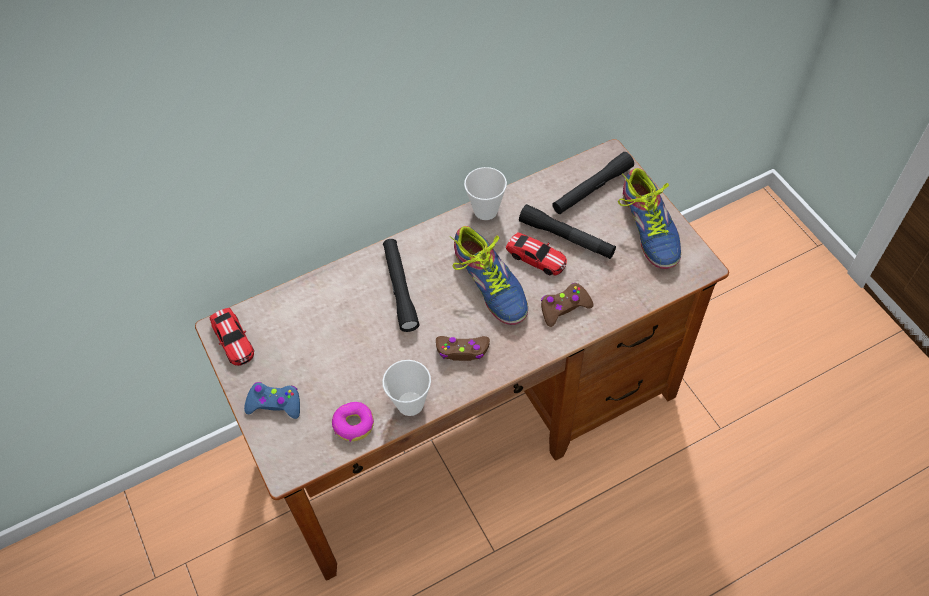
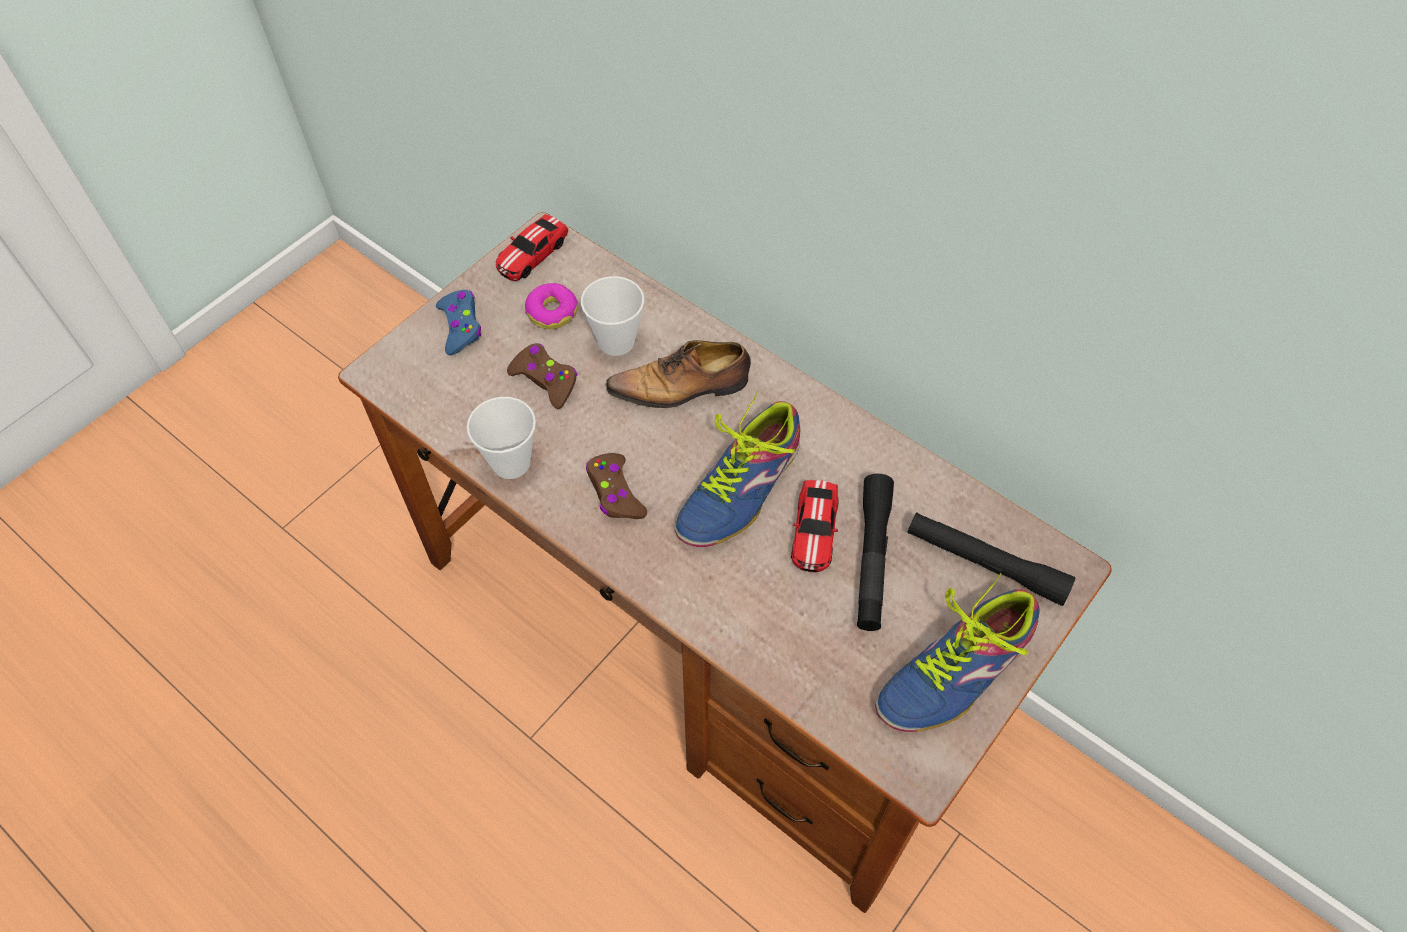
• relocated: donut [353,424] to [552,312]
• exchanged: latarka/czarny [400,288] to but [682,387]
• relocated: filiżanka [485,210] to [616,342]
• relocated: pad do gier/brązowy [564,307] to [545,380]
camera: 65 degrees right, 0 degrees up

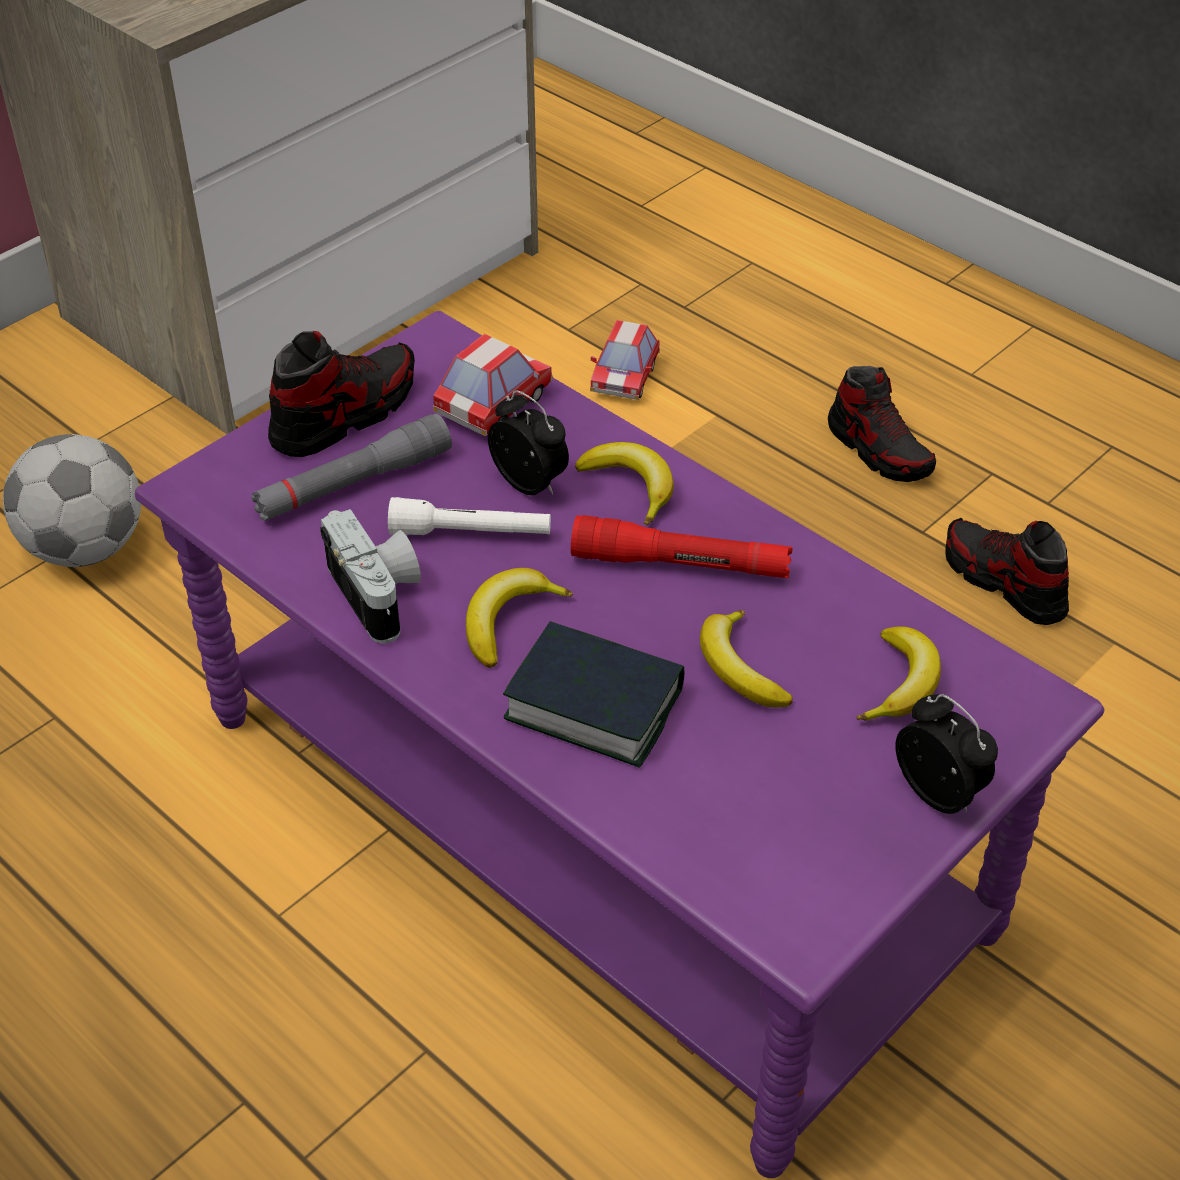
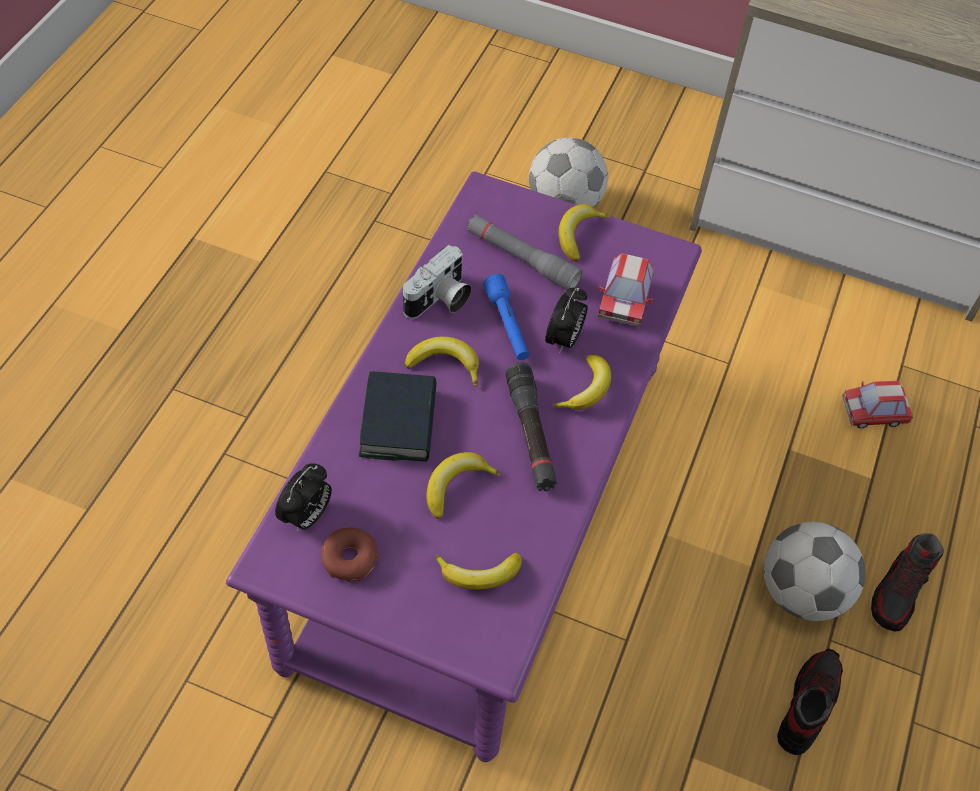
• exchanged: but [344,414] to banan [577,235]
• colour: latarka/biały [471,533] to latarka/niebieski [507,325]
• spun: samochodzik [494,405] = [624,300] 90 degrees clockwise
• colour: latarka/czerwony [680,564] to latarka/czarny [530,433]
• relocated: budzik [940,793] to [306,516]
• appeared: donut [350,558]
• appeared: piłka futbolowa [801,592]
camera: 65 degrees right, 10 degrees up

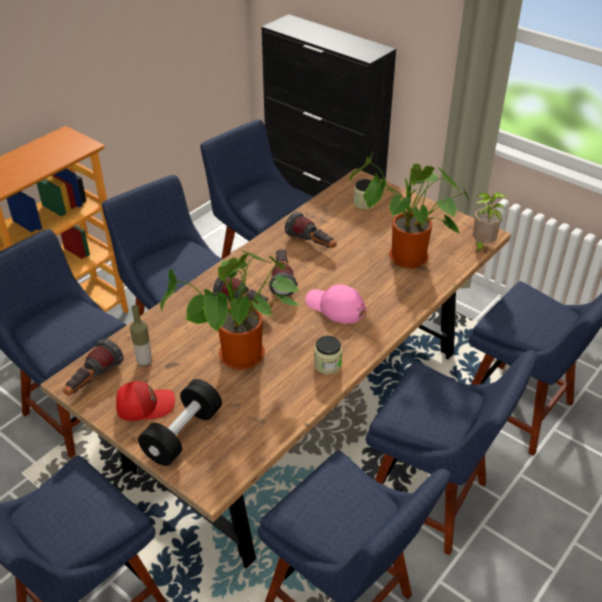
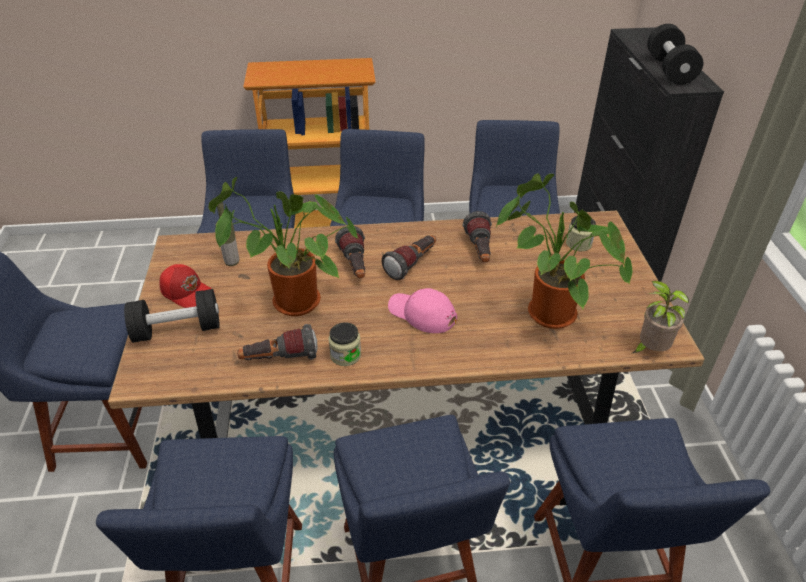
• relocated: latarka [93,381] to [280,359]
• spun: czapka z daszkiem/różowy [335,307] = [422,314] 45 degrees counterclockwise
• appeared: hantel/czarny [669,70]
camera: 45 degrees right, 0 degrees up

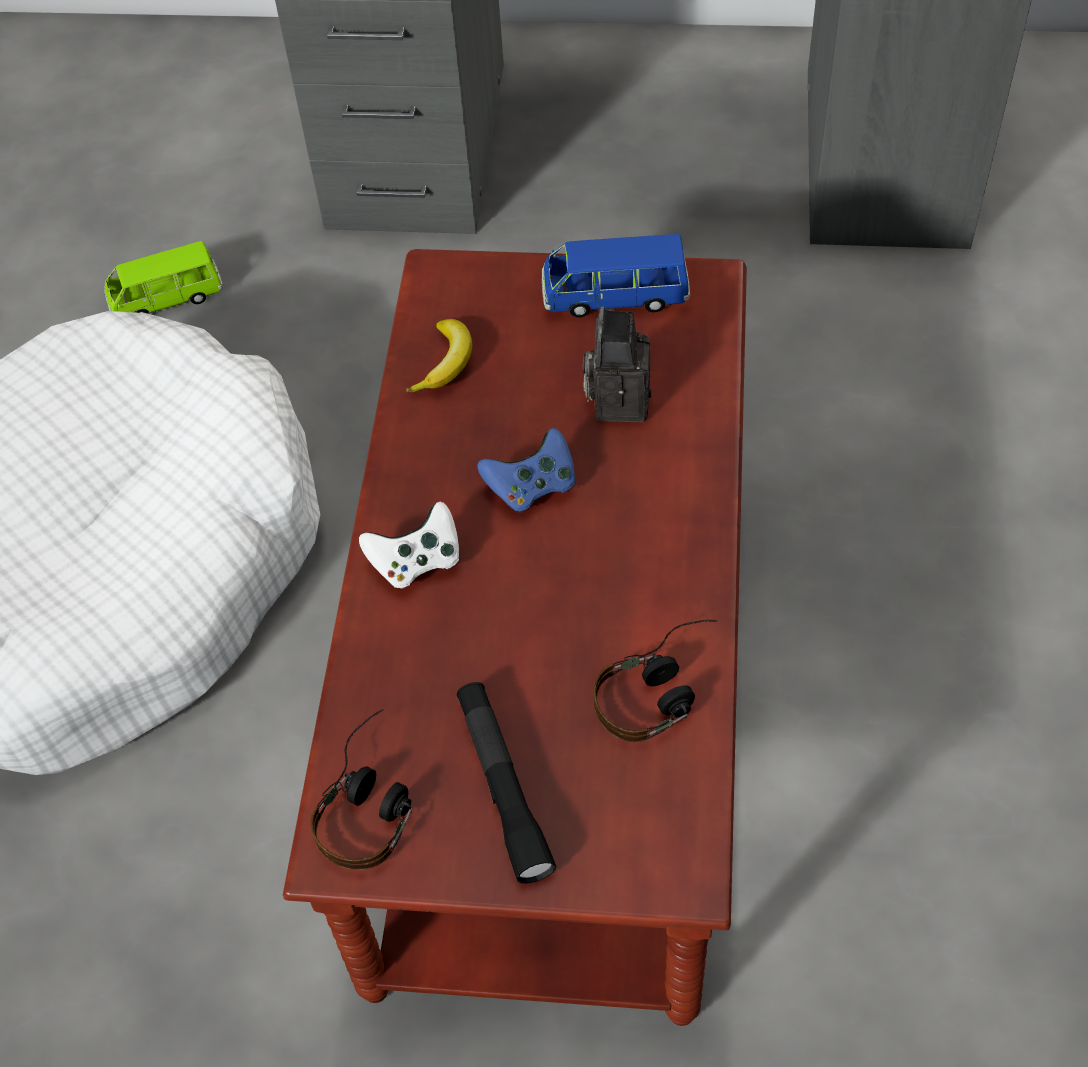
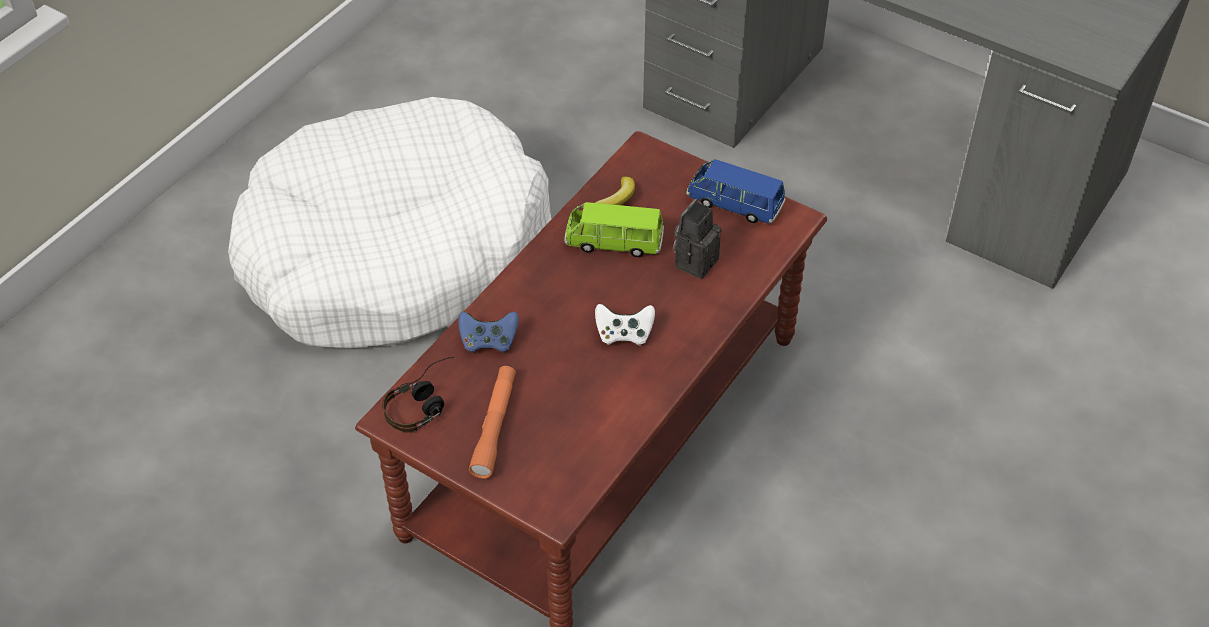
• relocated: samochodzik/zielony [167,298] to [614,242]
• relocated: pad do gier/biały [416,562] to [624,334]
• colour: latarka/czarny [503,787] to latarka/pomarańczowy [495,427]
• relocated: pad do gier/niebieski [532,487] to [488,341]
• missing: słuchawki [662,691]
camera: 25 degrees right, 5 degrees down

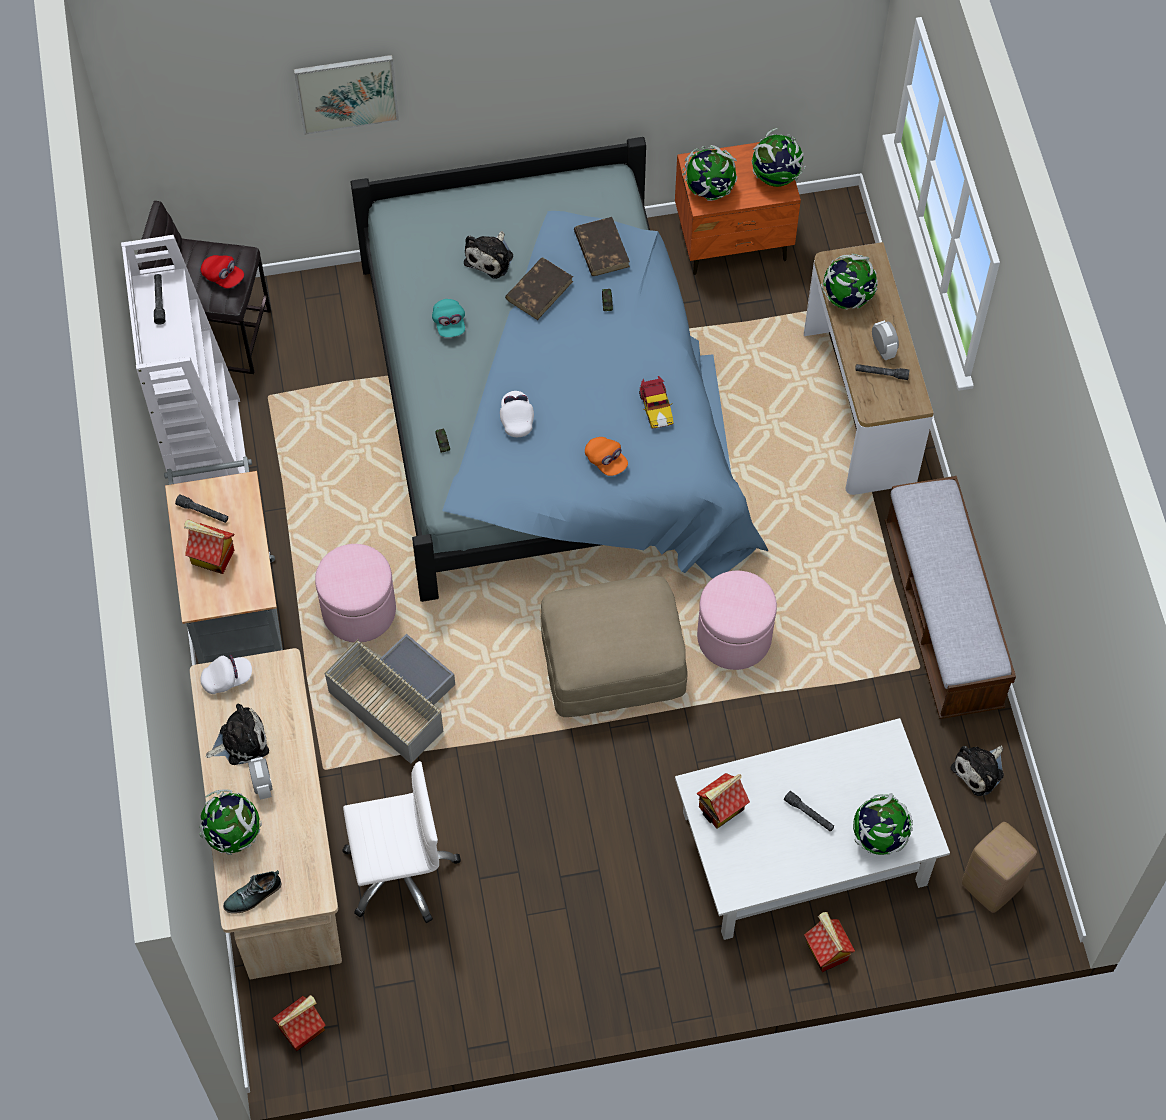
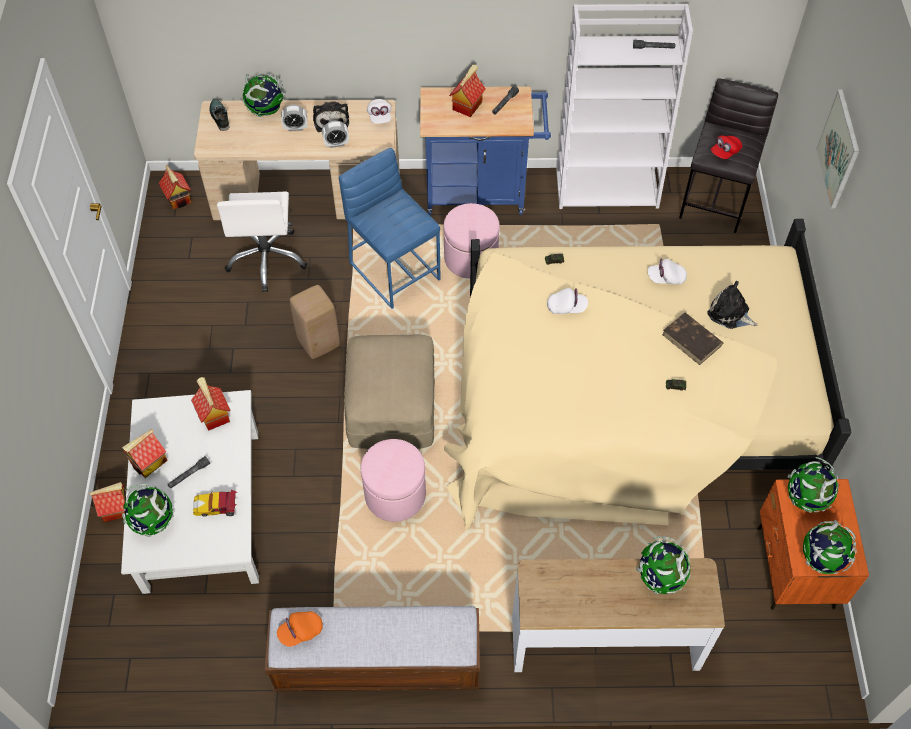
• colour: wózek/szary [238,613] to wózek/niebieski [482,193]
• exchanged: pojemnik do przechowywania/szary [394,700] to stołek/niebieski [395,270]
• colour: łóżko/niebieski [551,412] to łóżko/beżowy [624,399]
• colour: czapka z daszkiem/turkusowy [449,323] to czapka z daszkiem/biały [666,278]
• missing: książka/brązowy [601,248]
• relocated: czapka z daszkiem/pomarańczowy [606,461] to [300,631]
• relocated: samochodzik [656,407] to [217,507]
• missing: latarka/szary [881,374]
• relocated: budzik [882,349] to [336,144]
• missing: pluszak [980,770]
• relocated: stołek/beżowy [992,885] to [318,343]
• appeared: domek [149,462]
camera: 100 degrees right, 5 degrees down

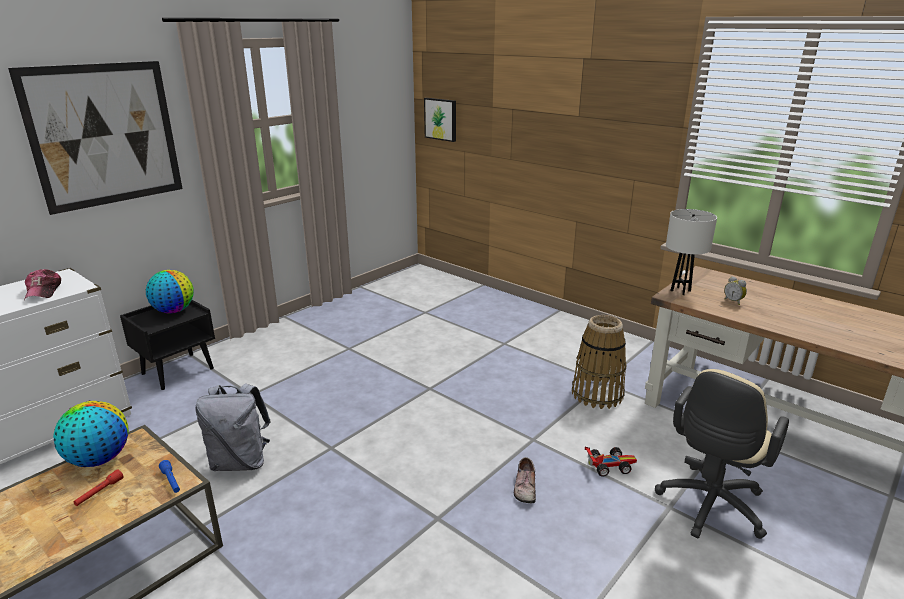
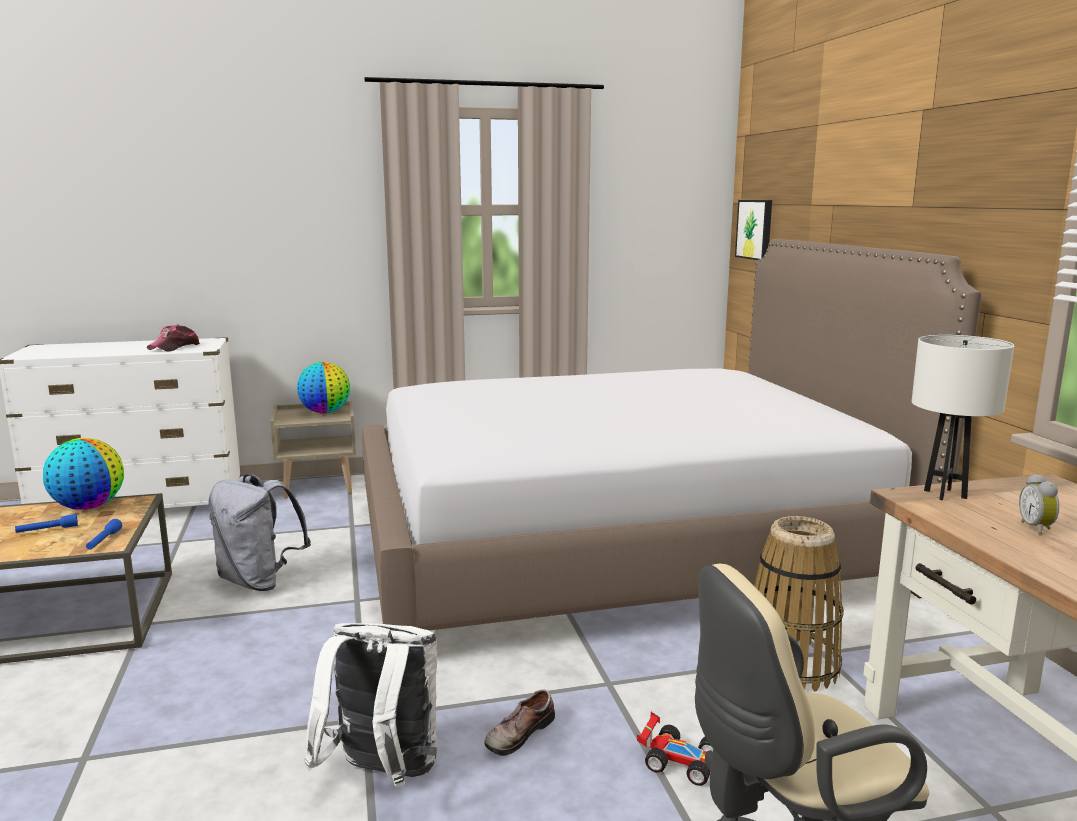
• missing: obraz [105,135]
• colour: latarka/czerwony [99,492] to latarka/niebieski [47,530]
• colour: szafka nocna/czarny [178,371] to szafka nocna/beżowy [319,486]
• appeared: plecak/biały [382,775]
• appeared: łóżko [620,548]
camera: 35 degrees right, 10 degrees down

